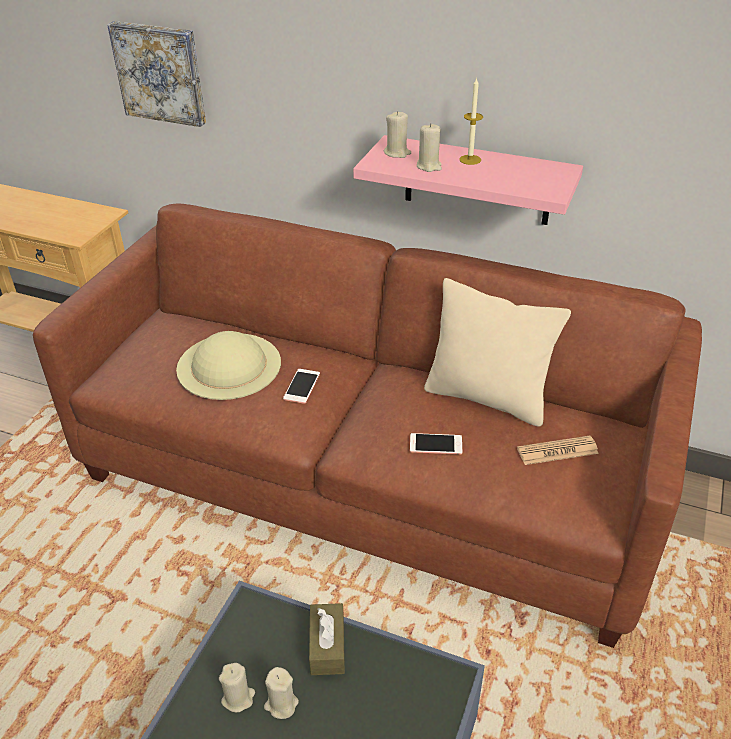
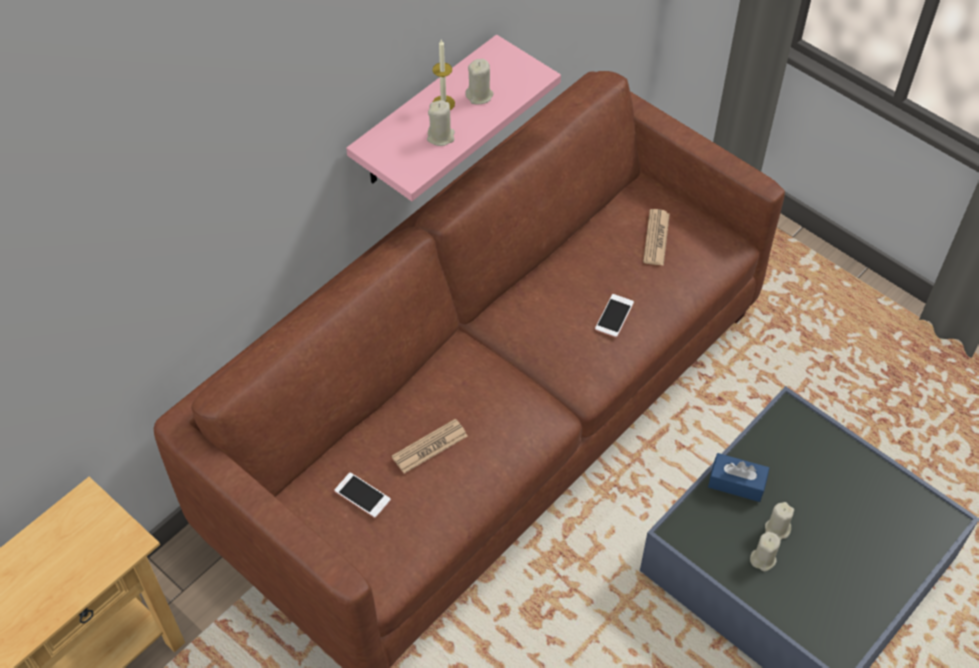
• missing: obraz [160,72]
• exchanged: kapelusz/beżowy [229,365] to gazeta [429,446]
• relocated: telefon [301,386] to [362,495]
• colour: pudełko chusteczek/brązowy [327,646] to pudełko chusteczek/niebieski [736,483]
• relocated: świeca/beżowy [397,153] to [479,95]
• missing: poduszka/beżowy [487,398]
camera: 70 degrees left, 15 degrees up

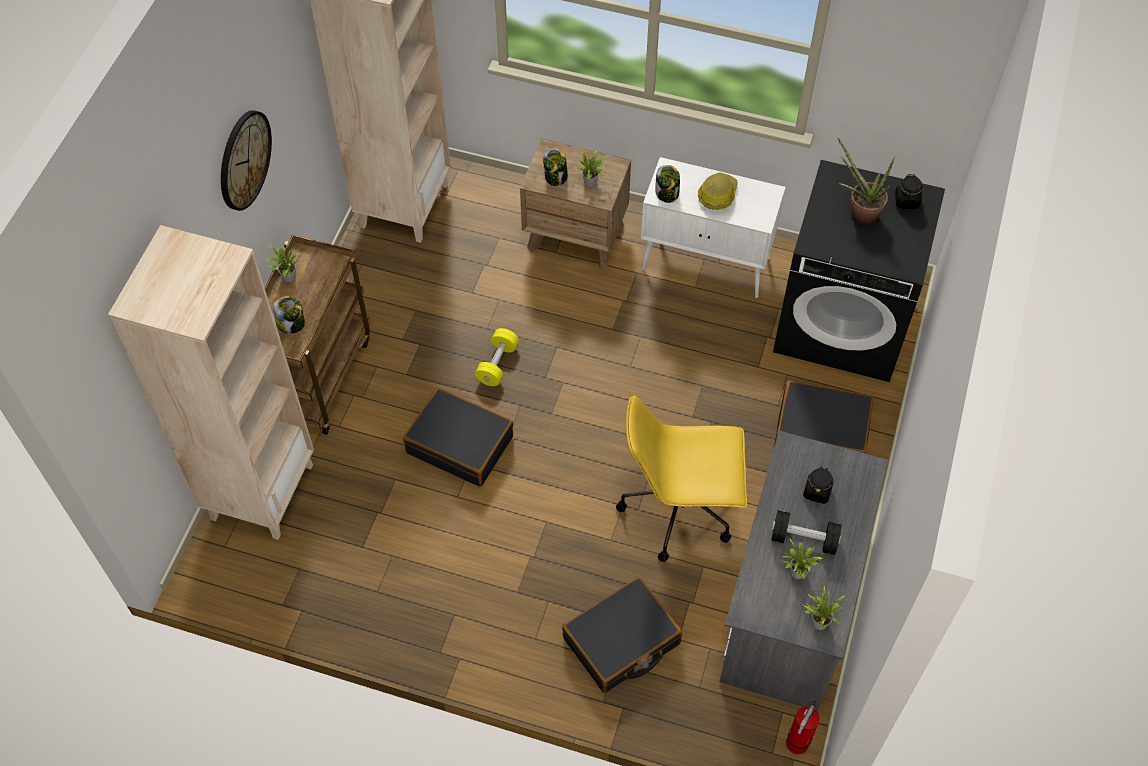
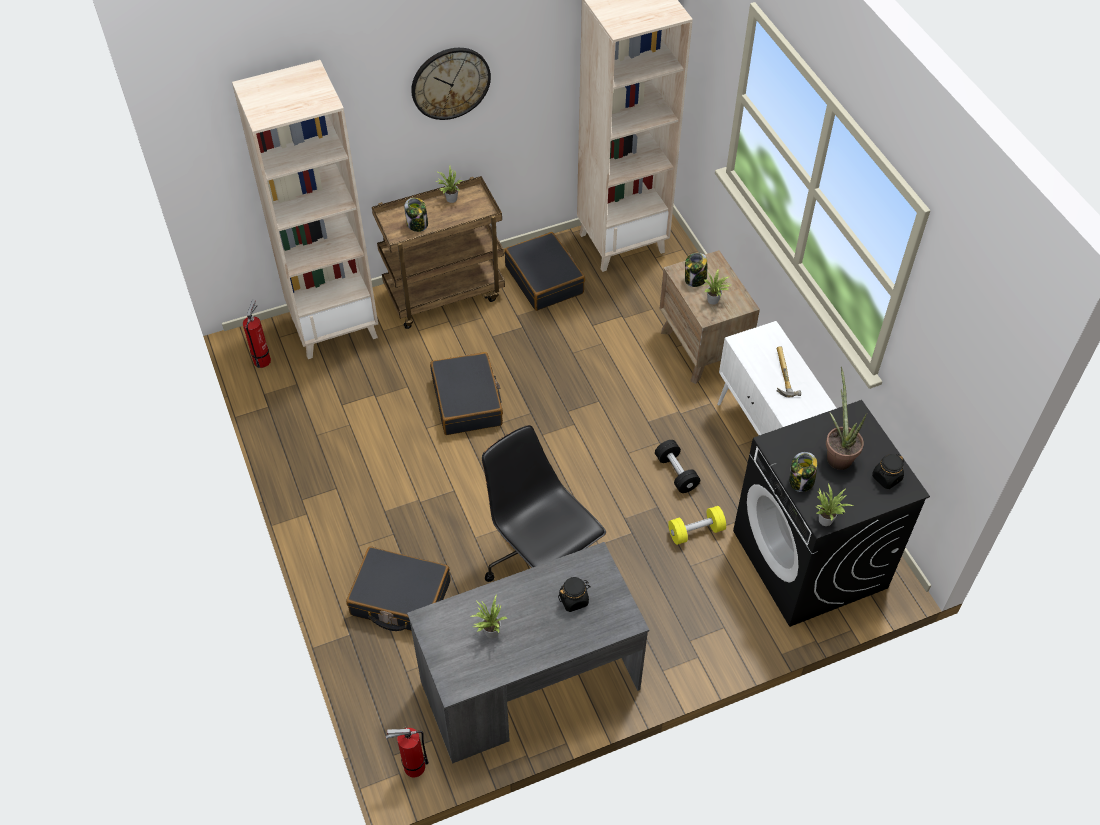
• relocated: hantel/żółty [497,364] to [696,531]
• colour: krzesło biurowe/żółty [680,508] to krzesło biurowe/czarny [540,562]
• relocated: słoik [667,193] to [801,481]
• exchanged: kask [717,195] to młotek [781,374]
• relocated: hantel/czarny [804,539] to [676,473]
• relocated: walizka/czarny [821,431] to [544,279]
• relocated: roślina doniczkowa [818,621] to [825,518]
• appeared: gaśnica [263,359]
camera: 50 degrees right, 5 degrees down

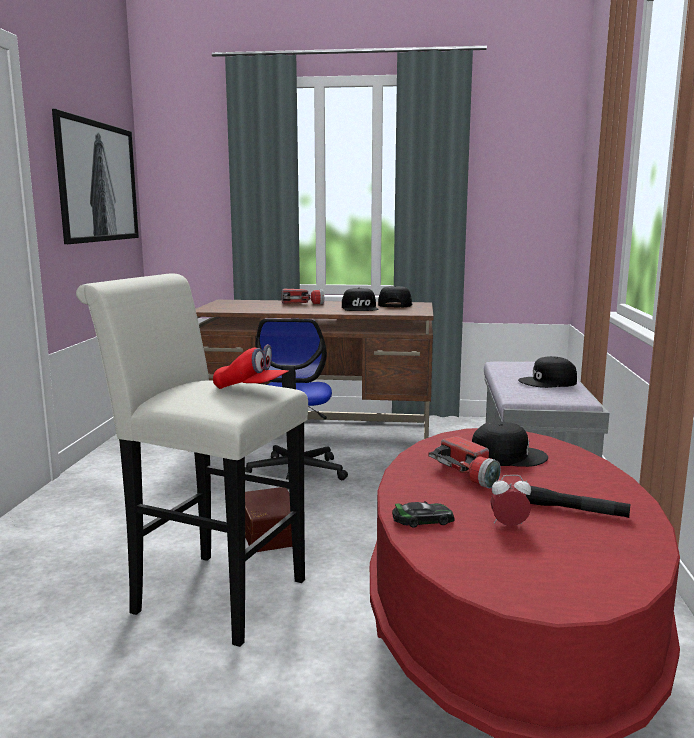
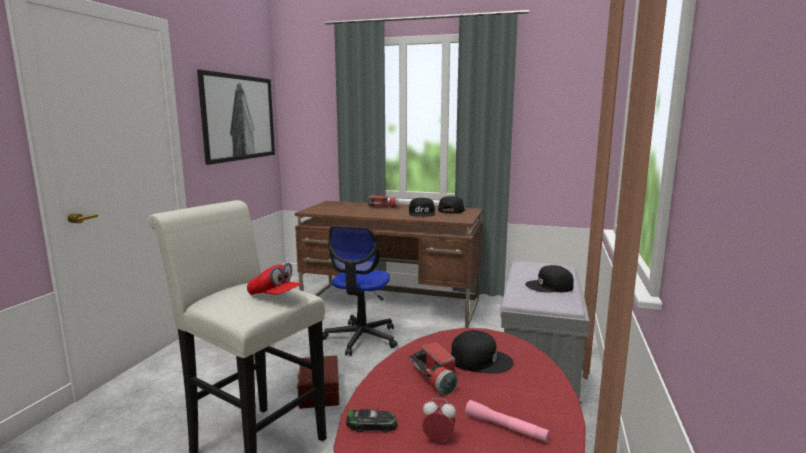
• colour: latarka/czarny [576,510] to latarka/różowy [506,428]
camera: 10 degrees right, 0 degrees up

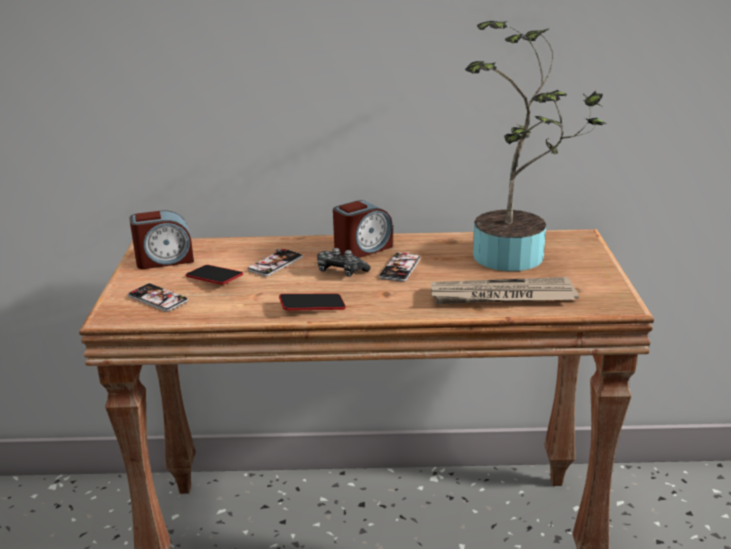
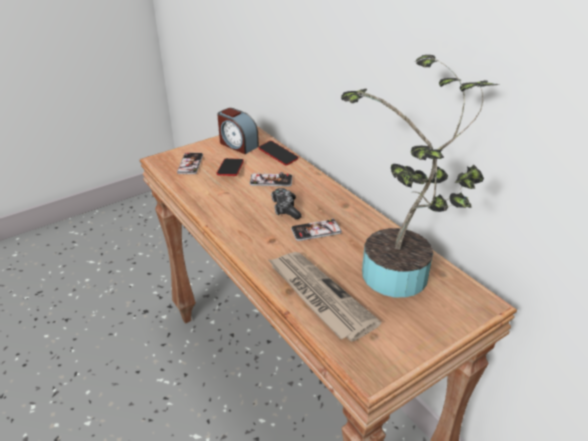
• relocated: telefon [312,306] to [278,155]
• missing: budzik [362,249]
camera: 55 degrees right, 10 degrees up

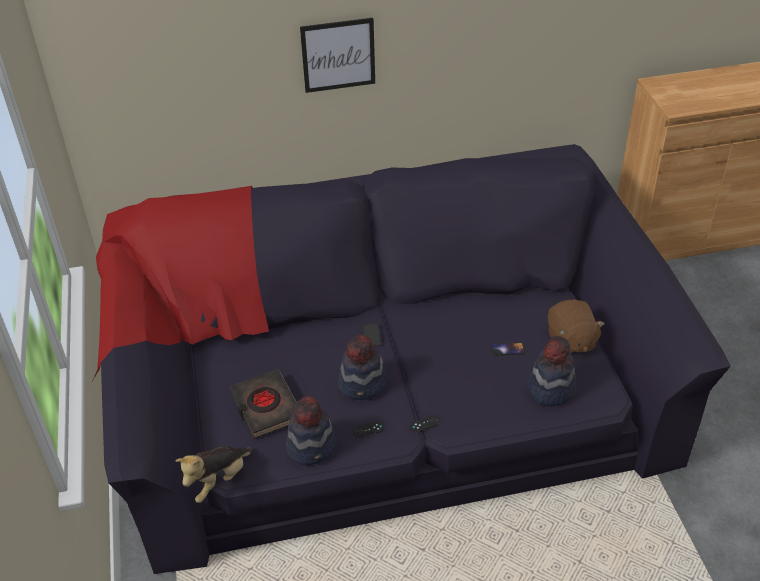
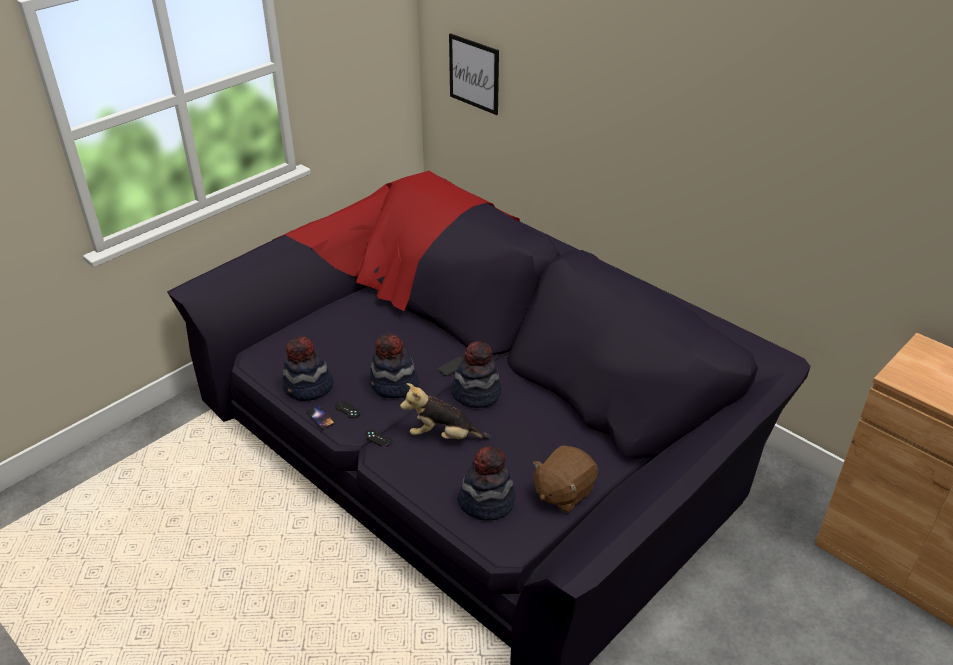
• relocated: pluszak [218,481] to [444,436]
• missing: książka/czarny [266,407]
• relocated: obraz [338,55] to [474,74]
• relocated: telefon [507,349] to [320,417]
• appeared: kapelusz [476,393]
camera: 55 degrees right, 5 degrees down

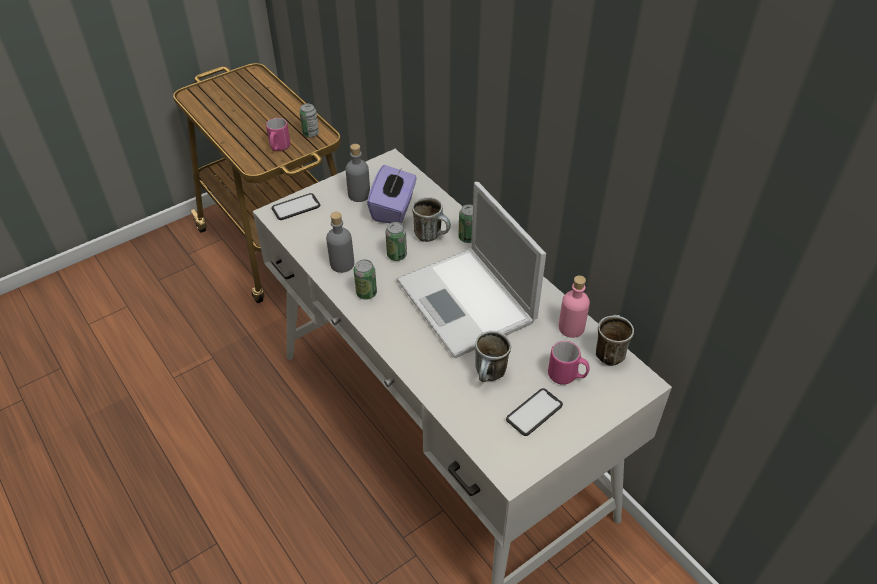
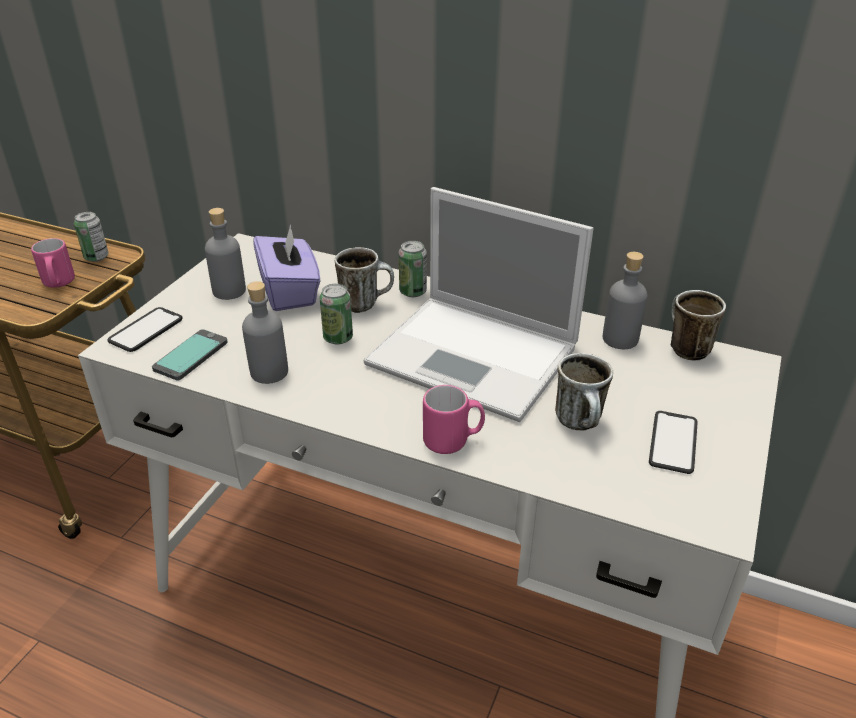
• missing: puszka [366,293]
• relocated: kubek/różowy [567,376] to [453,441]
• colour: butelka/różowy [571,328] to butelka/szary [620,339]
• appeared: telefon [190,356]
camera: 30 degrees left, 10 degrees down

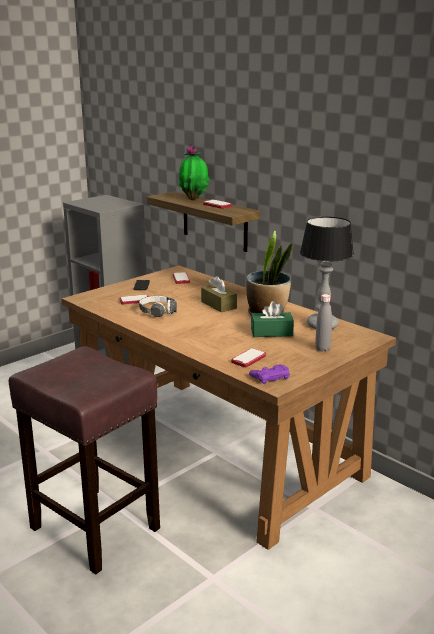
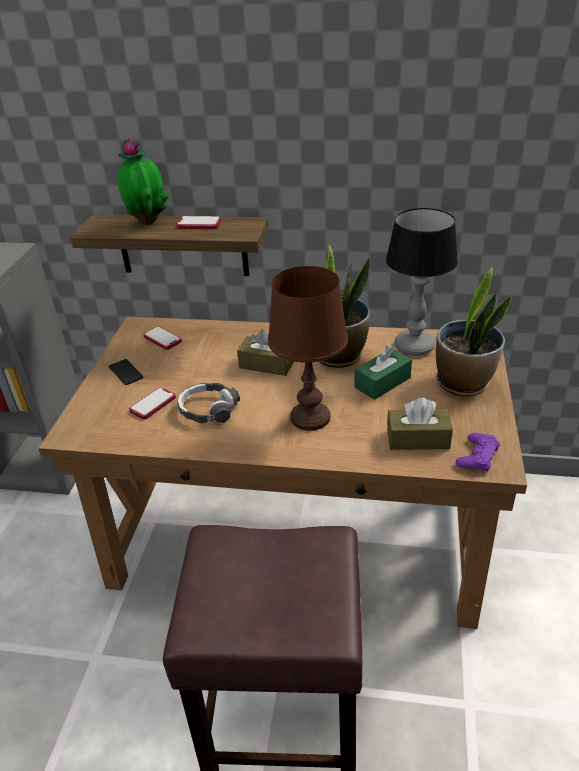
• exchanged: telefon [248,359] to pudełko chusteczek/brązowy [418,439]
• exchanged: butelka/szary [322,349] to roślina doniczkowa [463,383]
• appeared: lampa stołowa/brązowy [309,417]
camera: 35 degrees left, 15 degrees up

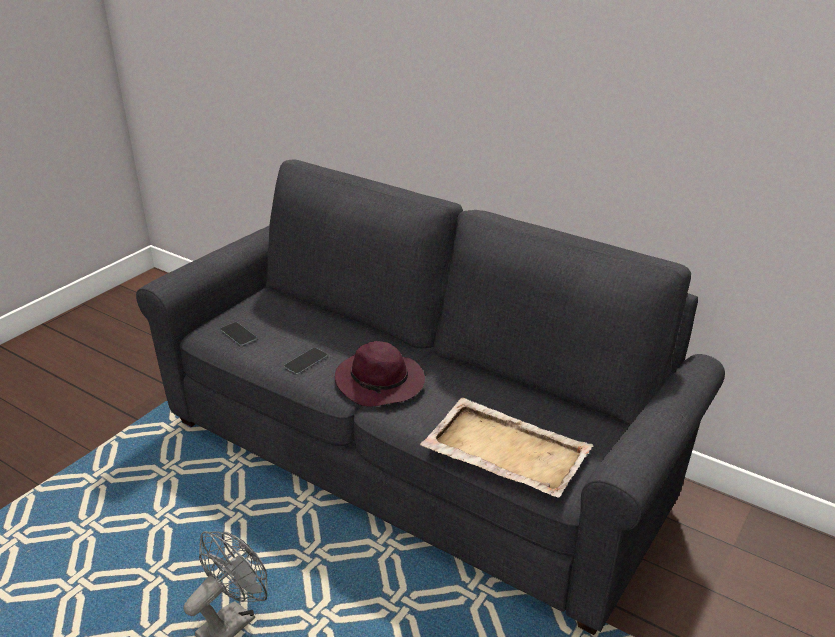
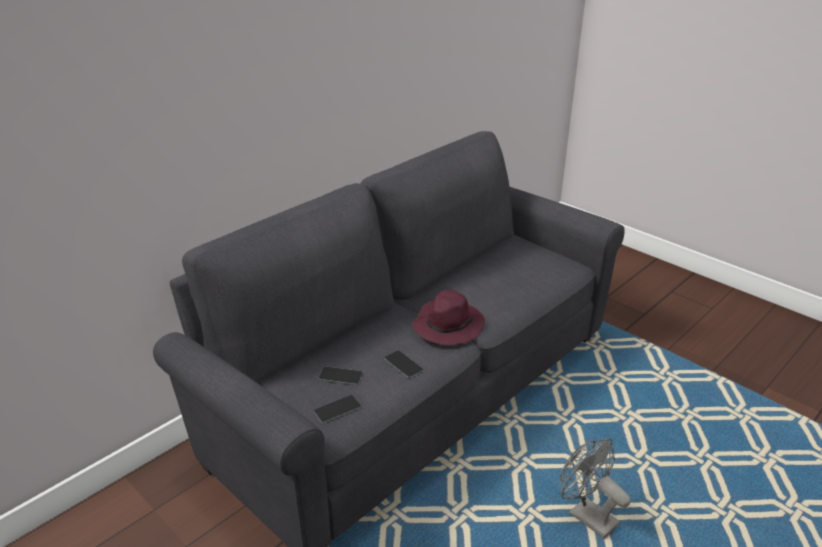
• missing: taca/beżowy [504,450]
• appeared: telefon [340,376]
camera: 80 degrees left, 0 degrees up

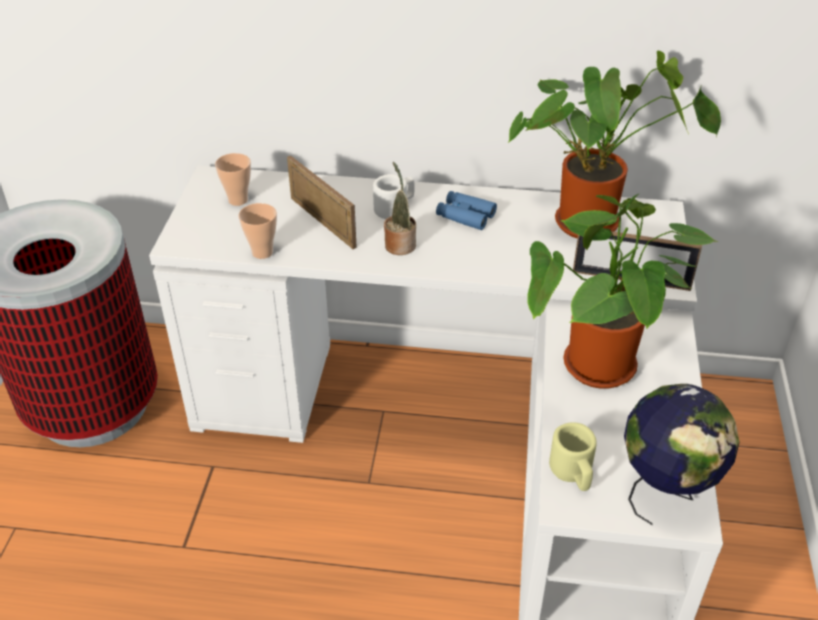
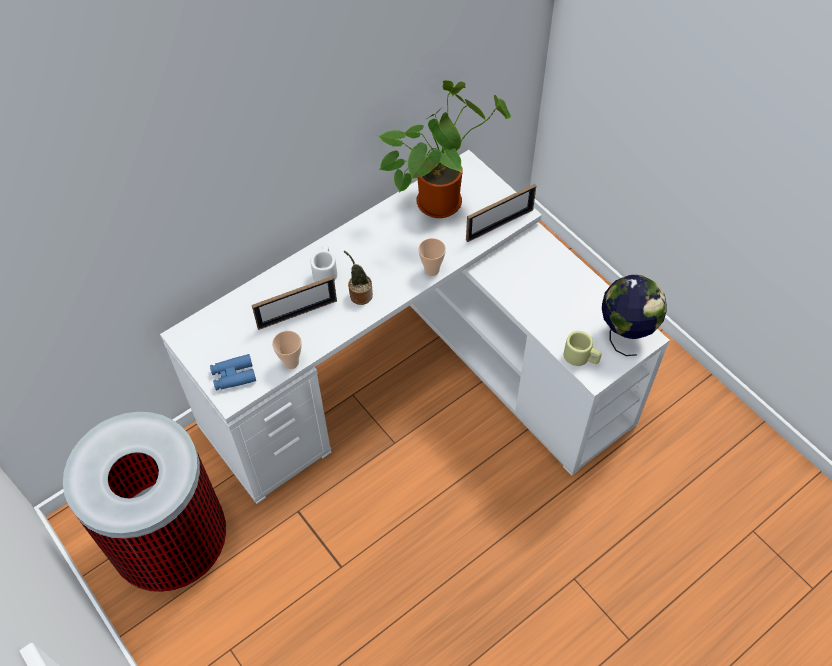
• relocated: filiżanka [238,200] to [431,270]
• spun: ramka na zdjęcie [322,222] = [297,314] 150 degrees clockwise
• relocated: lornetka/niebieski [465,216] to [233,376]
• missing: roślina doniczkowa [600,373]
camera: 45 degrees left, 15 degrees up

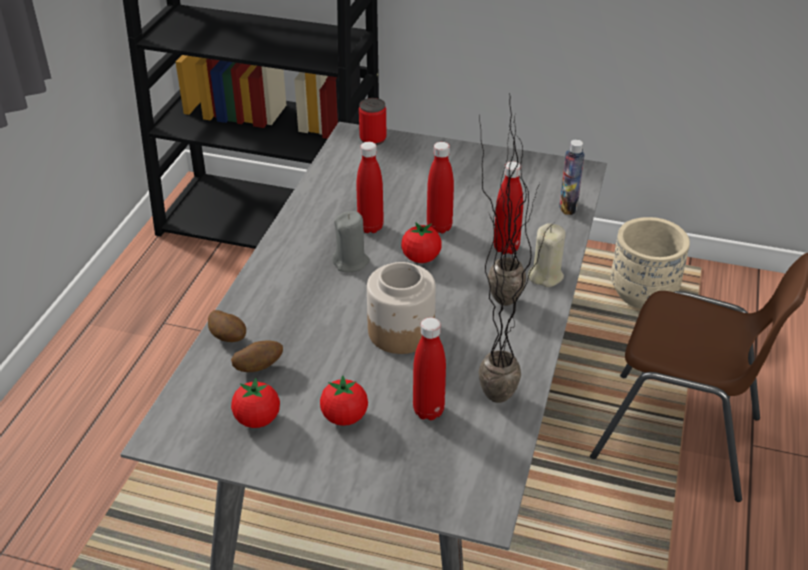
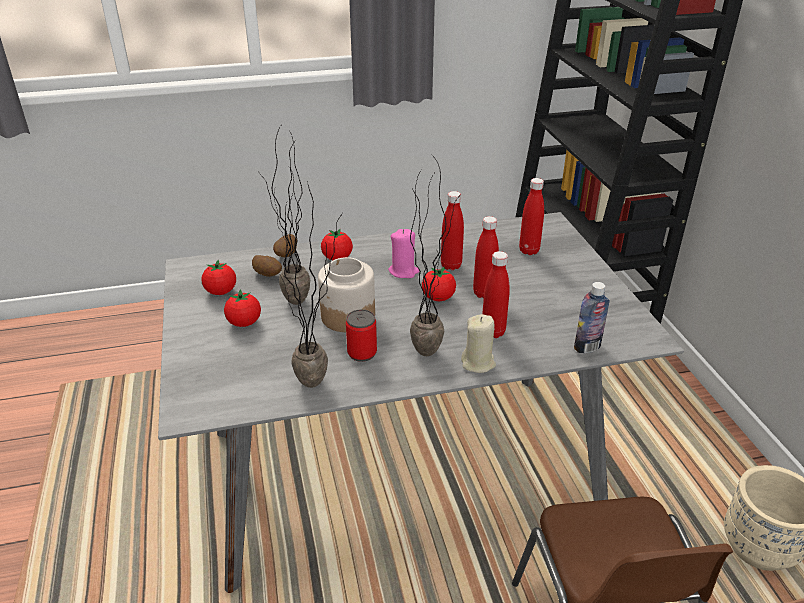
• colour: świeca/szary [351,262] to świeca/różowy [403,271]
• relocated: puszka [373,139] to [362,353]
• relocated: butelka/czerwony [428,411] to [529,251]
• appeared: roślina doniczkowa [294,307]
• appeared: pomidor [337,258]
camera: 60 degrees right, 5 degrees down

